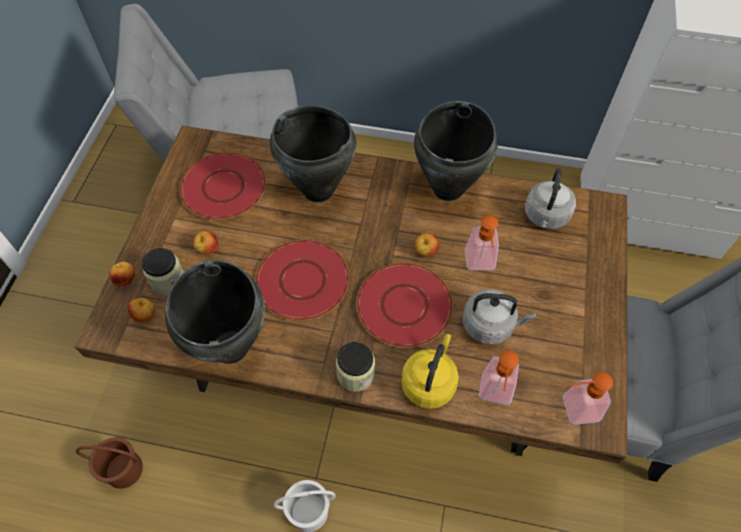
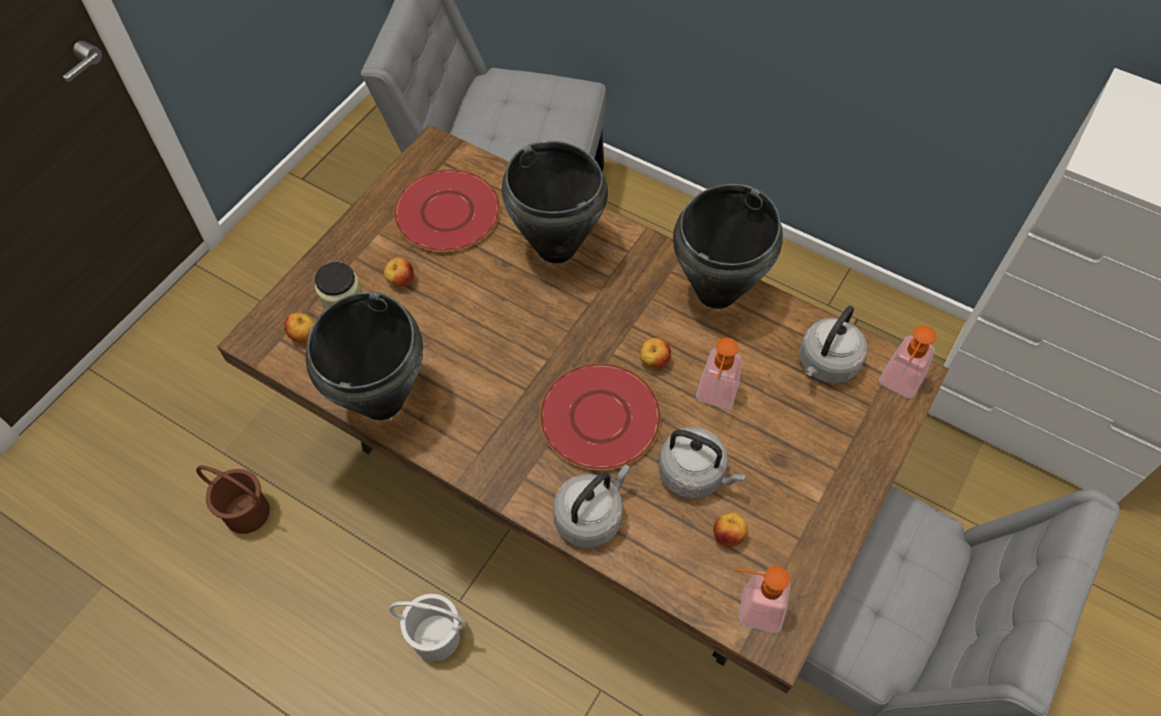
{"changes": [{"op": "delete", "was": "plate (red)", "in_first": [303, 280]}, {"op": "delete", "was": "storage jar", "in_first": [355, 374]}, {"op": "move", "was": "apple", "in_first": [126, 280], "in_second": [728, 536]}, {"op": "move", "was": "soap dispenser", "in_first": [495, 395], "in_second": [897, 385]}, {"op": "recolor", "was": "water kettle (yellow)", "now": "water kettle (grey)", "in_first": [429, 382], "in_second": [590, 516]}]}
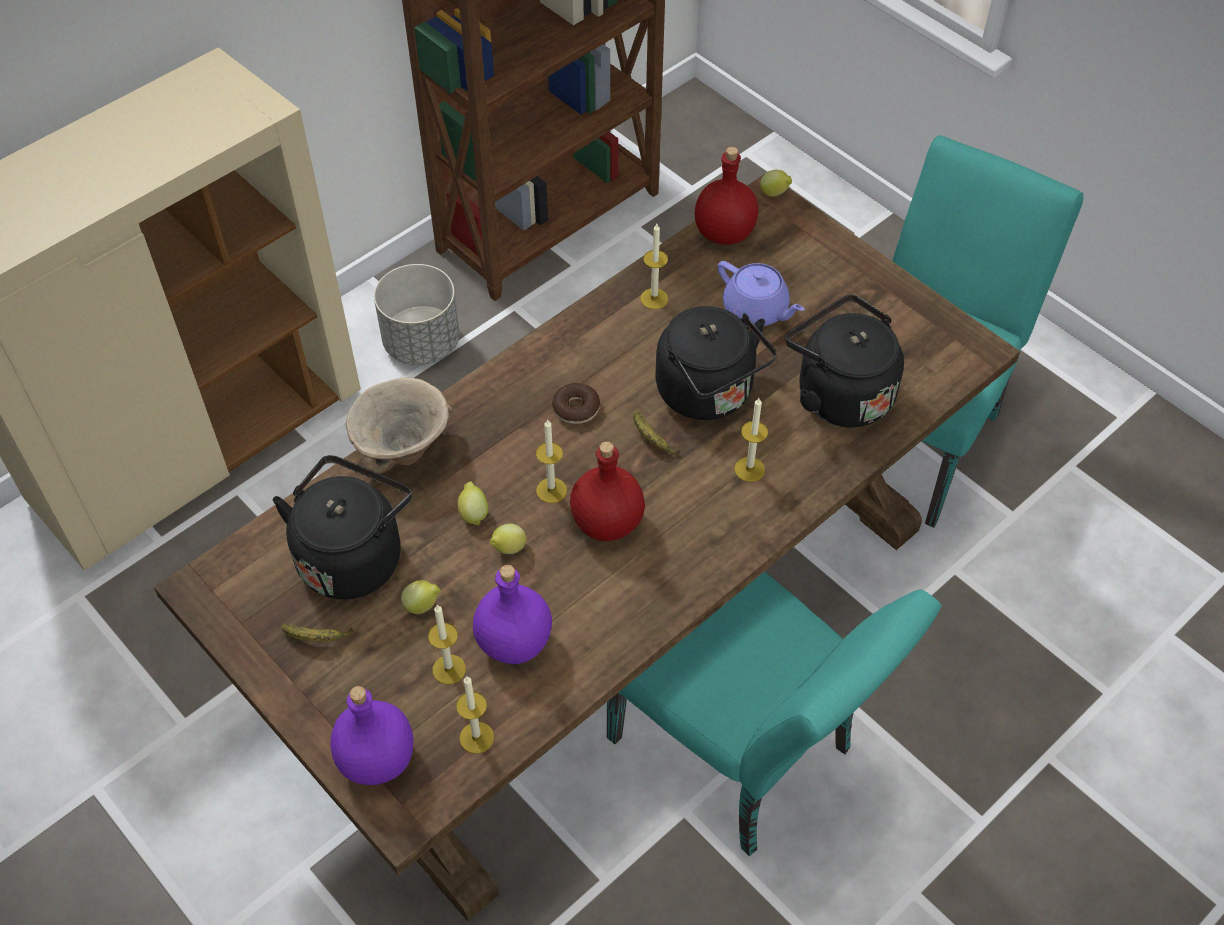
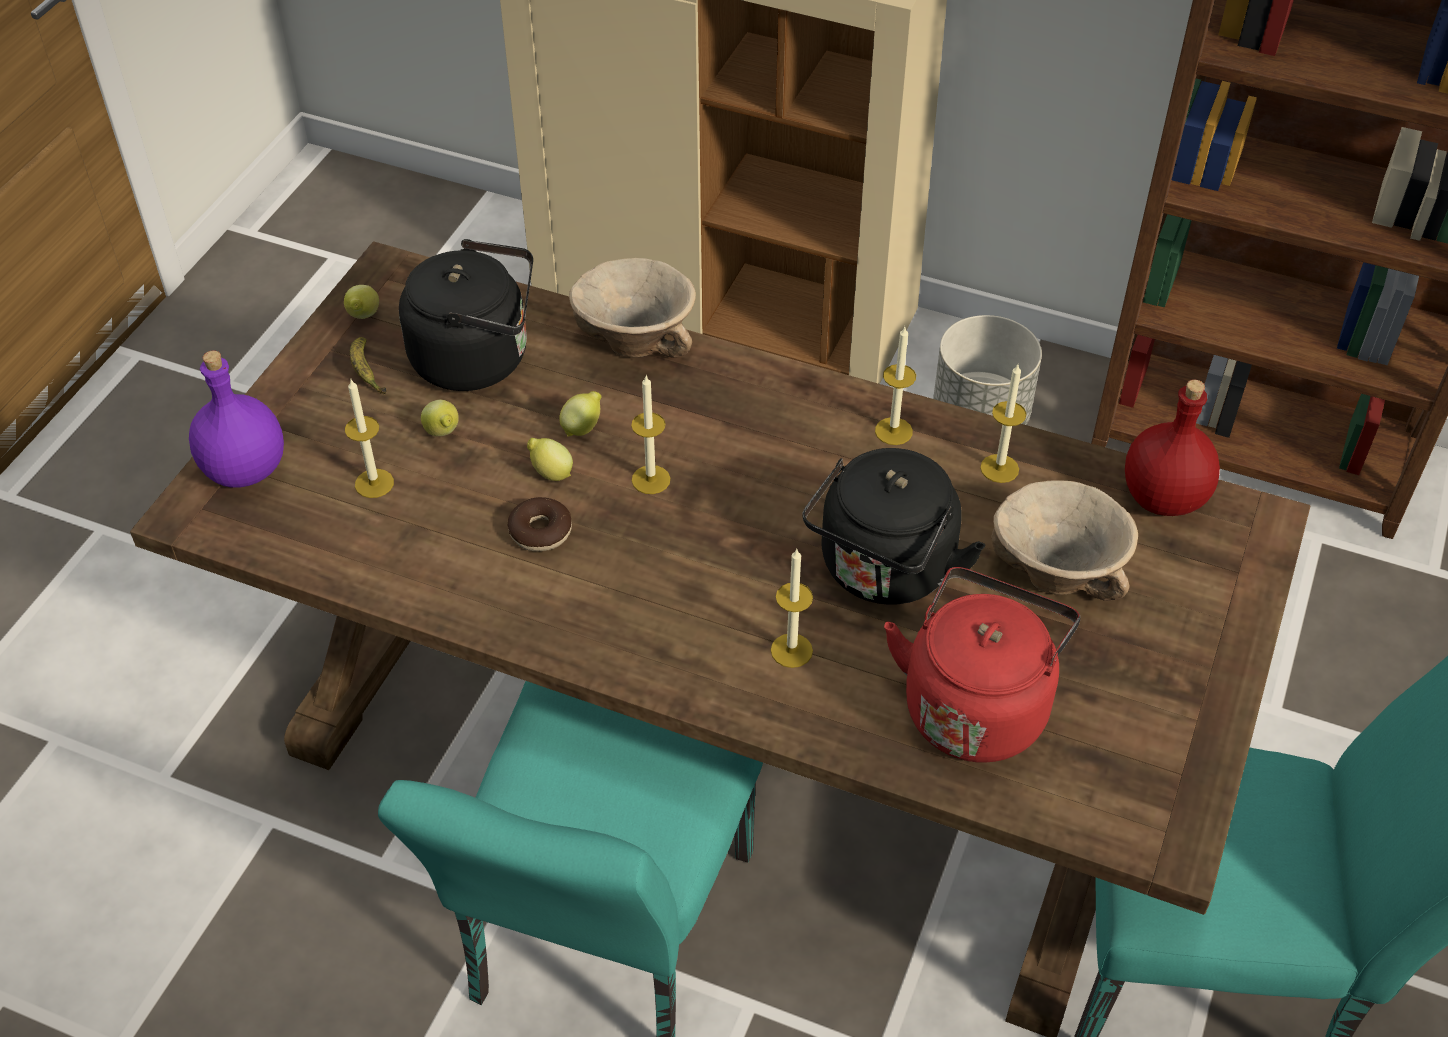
{"changes": [{"op": "delete", "was": "bottle (purple-coloured)", "in_first": [515, 642]}, {"op": "delete", "was": "bottle (red)", "in_first": [606, 522]}, {"op": "delete", "was": "banana fruit", "in_first": [652, 439]}, {"op": "move", "was": "candle", "in_first": [476, 737], "in_second": [893, 431]}, {"op": "move", "was": "doughnut", "in_first": [576, 408], "in_second": [540, 531]}, {"op": "move", "was": "citrus fruit", "in_first": [775, 194], "in_second": [363, 317]}, {"op": "replace", "was": "pot for tea (purple-coloured)", "now": "deep dish (beige-coloured)", "in_first": [756, 310], "in_second": [1056, 573]}, {"op": "recolor", "was": "water kettle (blackish)", "now": "water kettle (red)", "in_first": [839, 393], "in_second": [976, 705]}]}
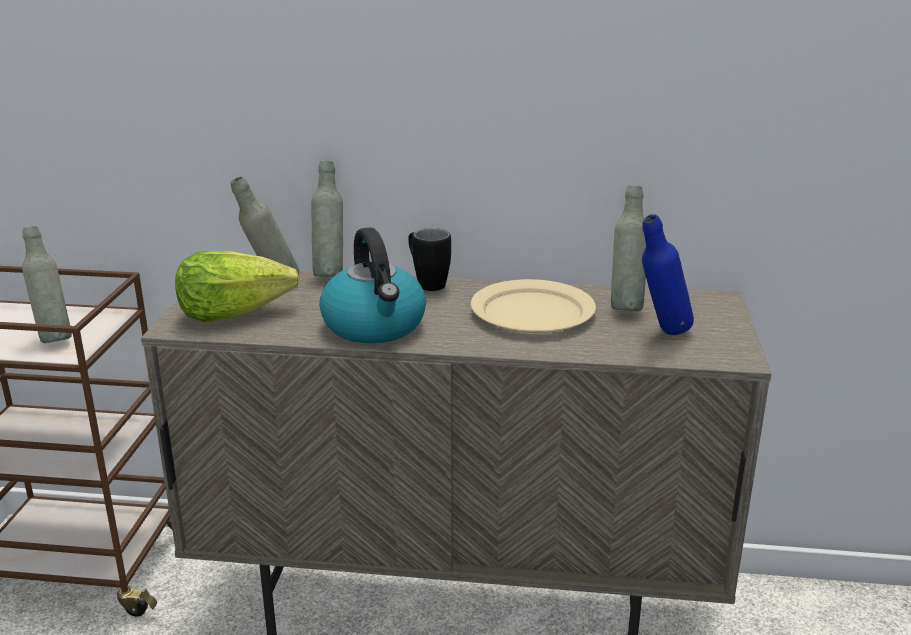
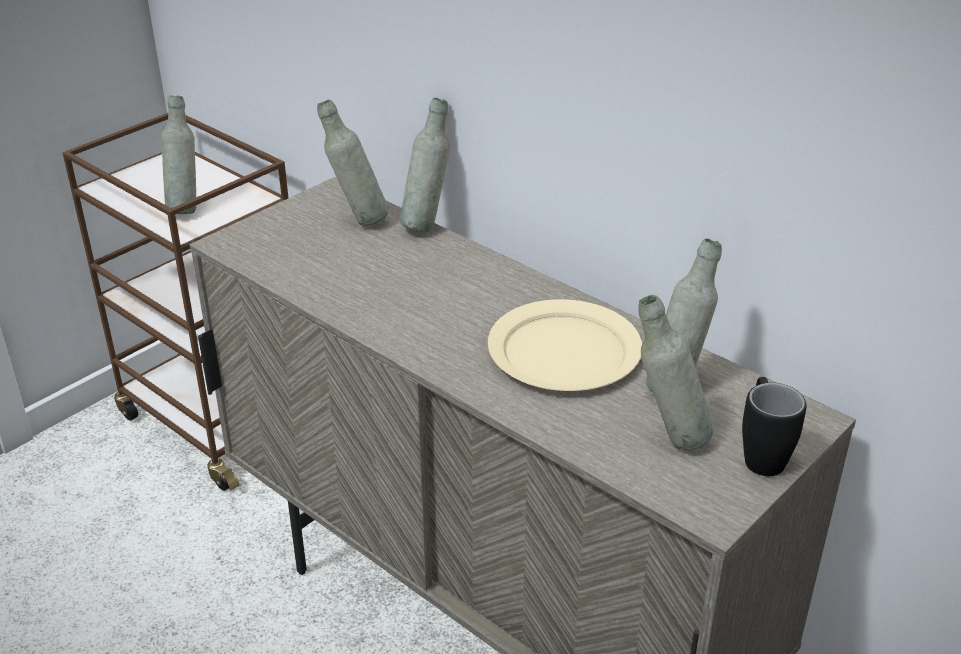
{"changes": [{"op": "delete", "was": "lettuce head", "in_first": [234, 312]}, {"op": "delete", "was": "water kettle", "in_first": [375, 326]}, {"op": "move", "was": "tea mug (blackish)", "in_first": [426, 283], "in_second": [761, 453]}, {"op": "recolor", "was": "bottle (blue)", "now": "bottle (grey)", "in_first": [661, 334], "in_second": [668, 440]}]}
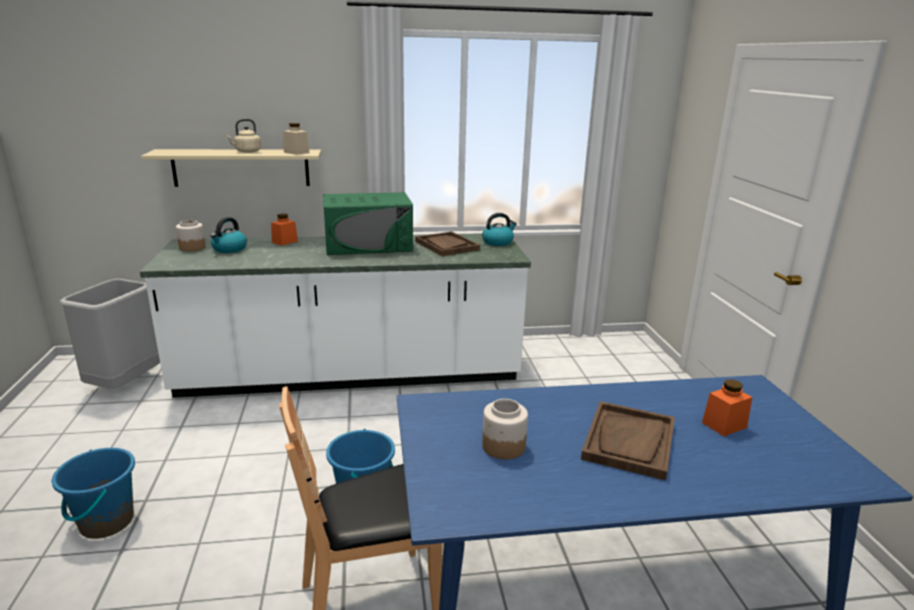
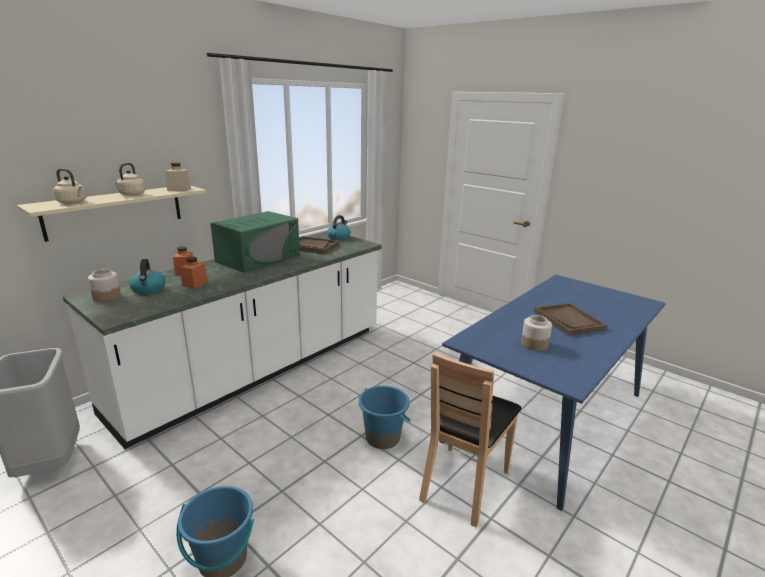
{"changes": [{"op": "insert", "now": "water kettle (beige-coloured)", "in_second": [73, 202]}, {"op": "move", "was": "storage jar (orange)", "in_first": [724, 425], "in_second": [195, 284]}]}
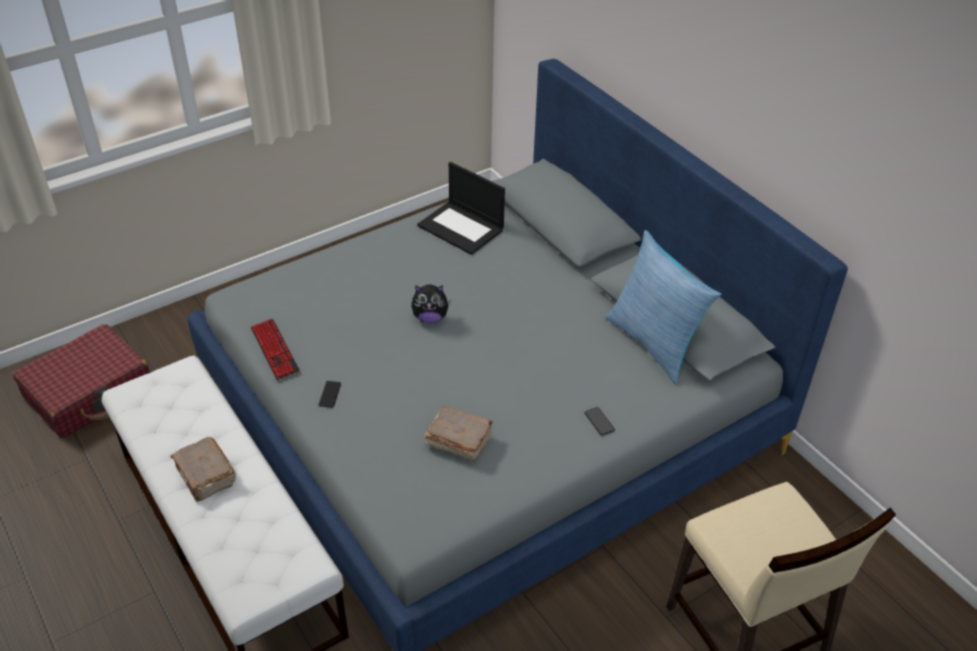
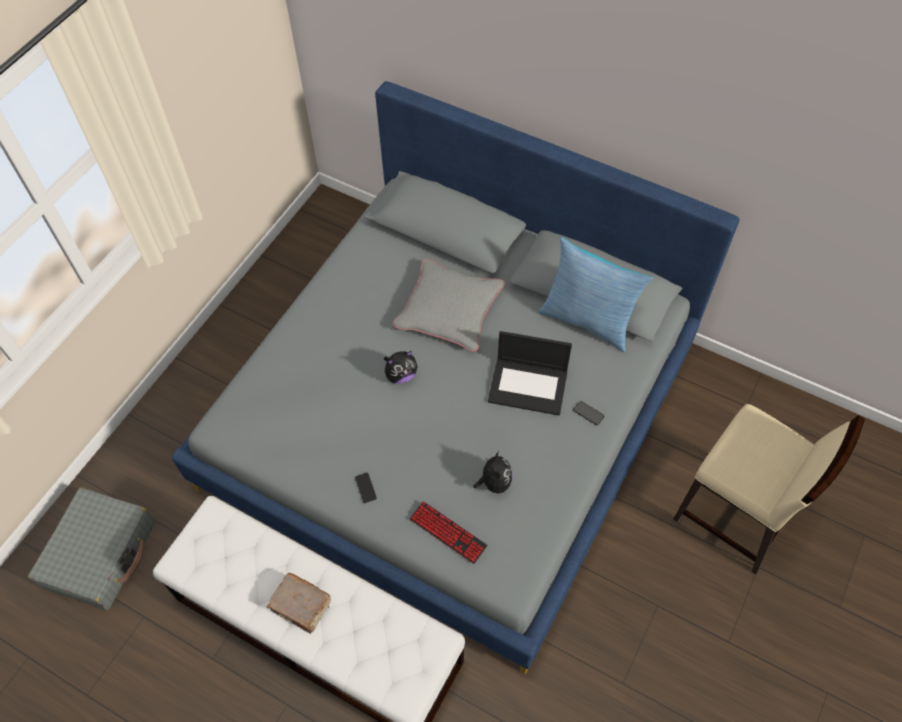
{"changes": [{"op": "insert", "now": "cushion (grey)", "in_second": [449, 310]}, {"op": "move", "was": "keyboard", "in_first": [275, 350], "in_second": [448, 532]}, {"op": "move", "was": "laptop", "in_first": [462, 228], "in_second": [529, 386]}, {"op": "replace", "was": "bound book (brown)", "now": "cuddly toy", "in_first": [457, 440], "in_second": [494, 482]}, {"op": "recolor", "was": "suitcase (red)", "now": "suitcase (grey)", "in_first": [90, 392], "in_second": [100, 554]}]}
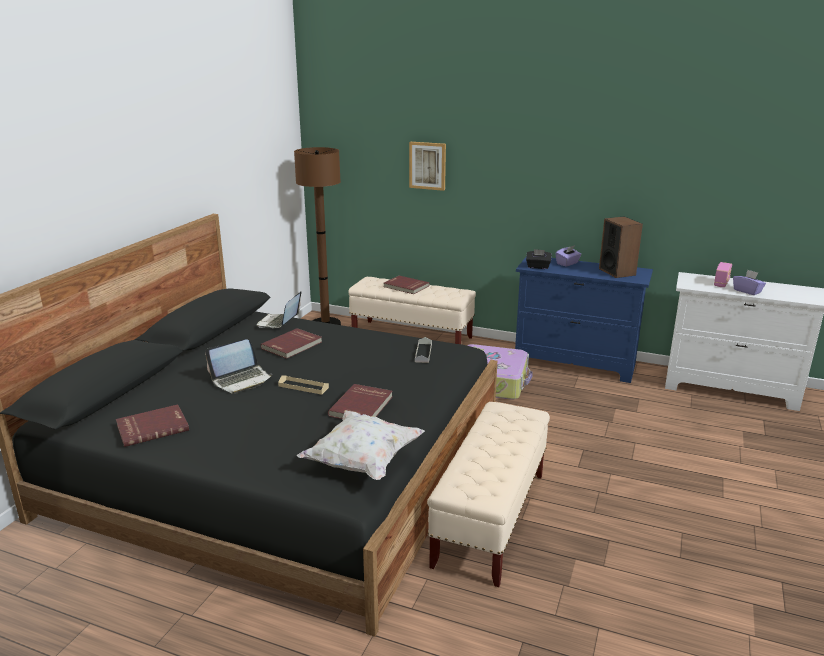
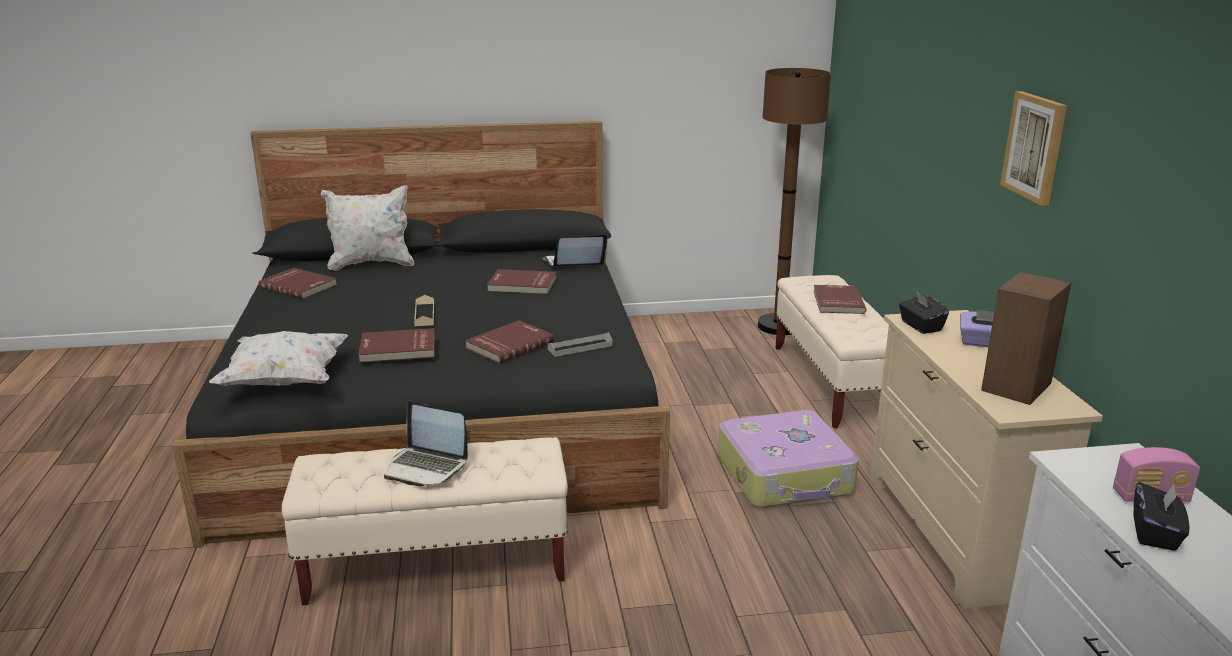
{"changes": [{"op": "insert", "now": "cushion (white)", "in_second": [371, 264]}, {"op": "insert", "now": "bound book (red)", "in_second": [508, 344]}, {"op": "move", "was": "laptop", "in_first": [241, 380], "in_second": [426, 467]}, {"op": "move", "was": "wall art", "in_first": [427, 165], "in_second": [1035, 147]}, {"op": "recolor", "was": "dresser (blue)", "now": "dresser (beige-coloured)", "in_first": [575, 364], "in_second": [952, 533]}, {"op": "recolor", "was": "tissue box (purple-coloured)", "now": "tissue box (blackish)", "in_first": [747, 291], "in_second": [1155, 533]}]}
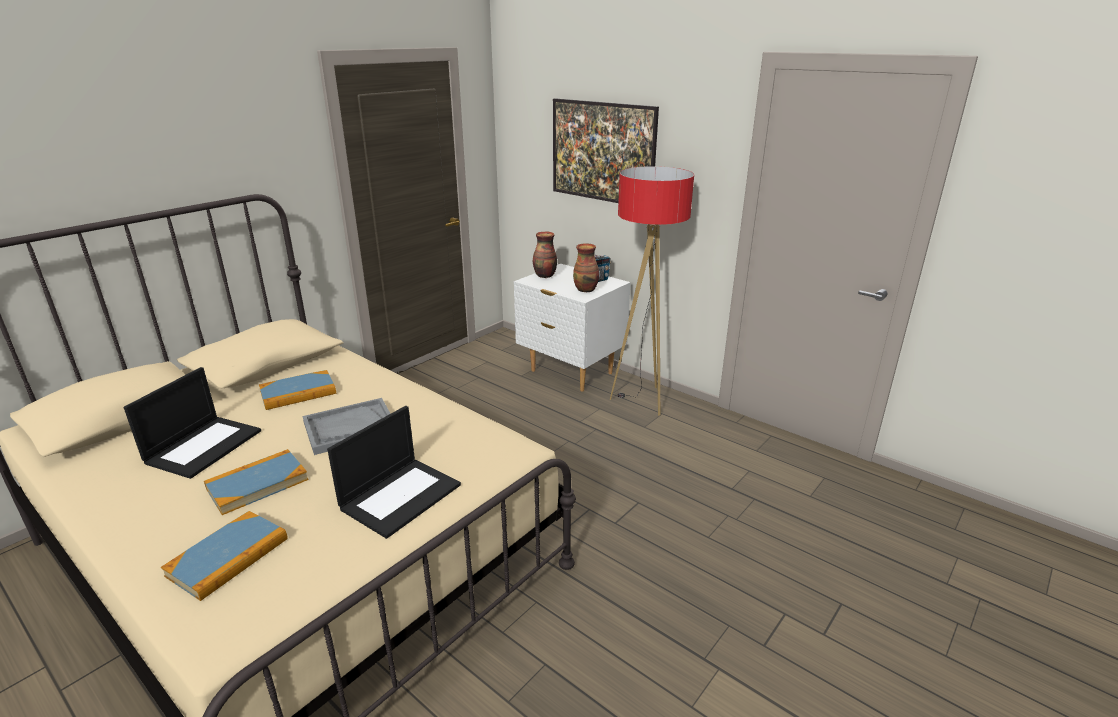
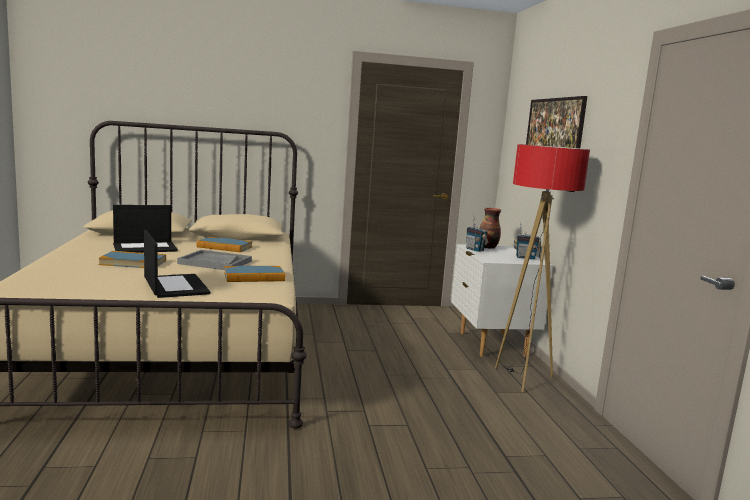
{"changes": [{"op": "delete", "was": "vase", "in_first": [586, 289]}, {"op": "insert", "now": "radio set", "in_second": [475, 250]}, {"op": "move", "was": "bound book", "in_first": [228, 557], "in_second": [254, 277]}, {"op": "rotate", "was": "laptop", "in_first": [401, 495], "in_second": [175, 286], "clockwise": -105}]}
